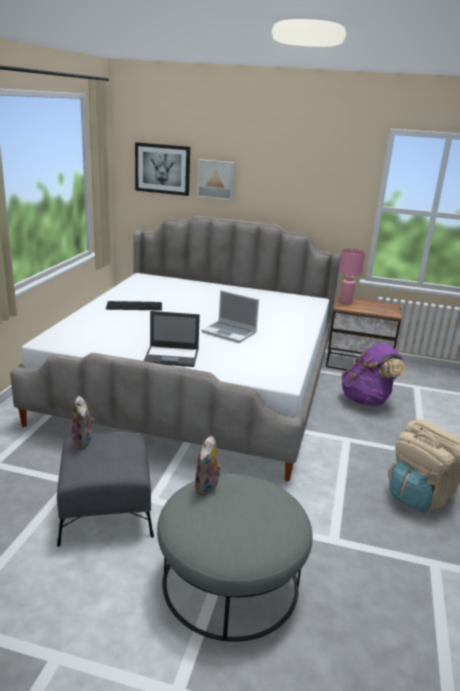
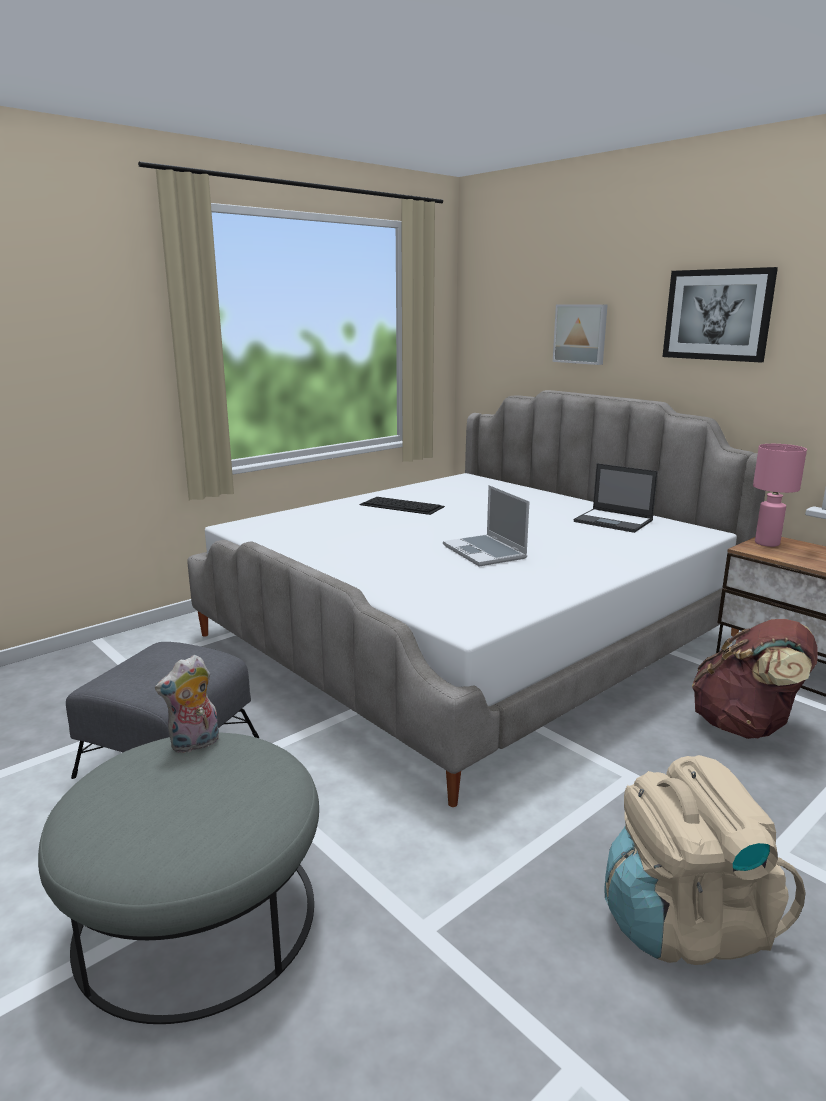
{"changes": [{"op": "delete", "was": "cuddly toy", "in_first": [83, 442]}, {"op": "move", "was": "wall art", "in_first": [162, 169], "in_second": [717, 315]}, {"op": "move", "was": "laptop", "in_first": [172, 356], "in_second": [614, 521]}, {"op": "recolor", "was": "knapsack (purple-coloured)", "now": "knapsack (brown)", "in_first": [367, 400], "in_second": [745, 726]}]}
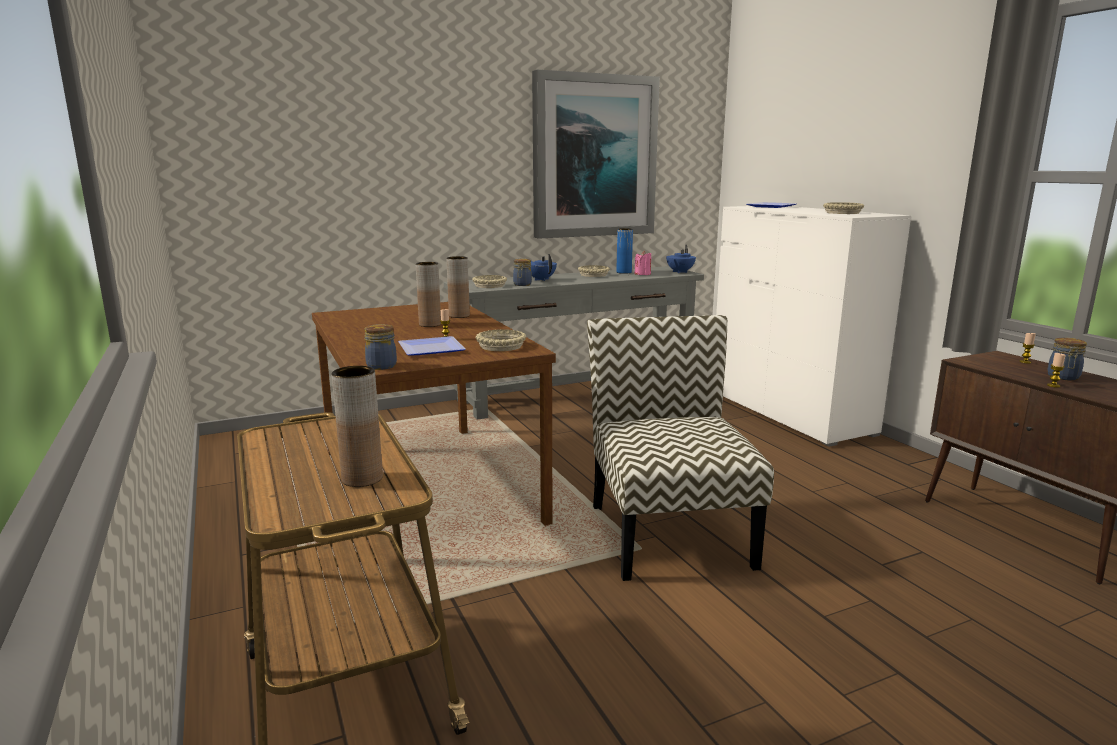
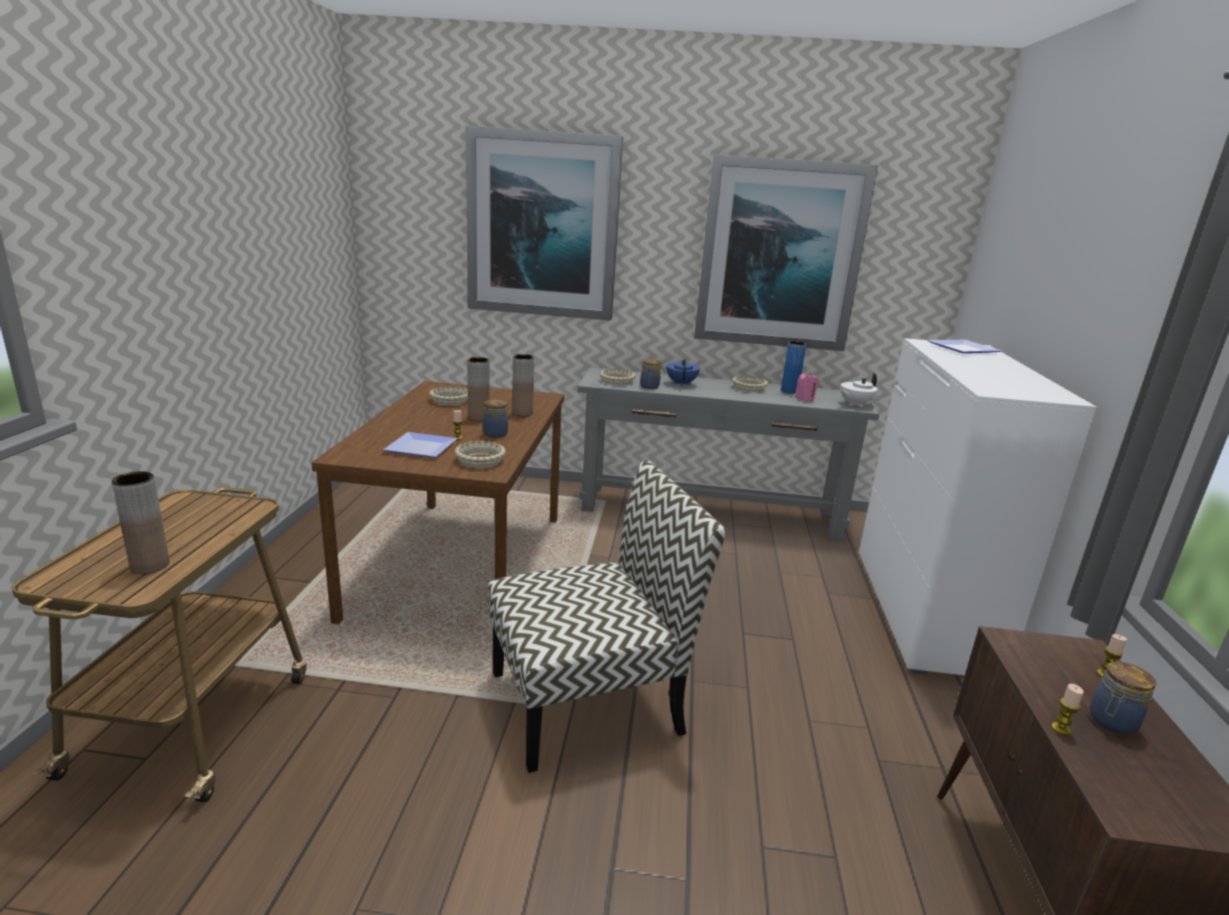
{"changes": [{"op": "insert", "now": "wall art", "in_second": [543, 225]}, {"op": "move", "was": "storage jar", "in_first": [381, 366], "in_second": [495, 433]}, {"op": "move", "was": "deep dish (beige-coloured)", "in_first": [842, 213], "in_second": [449, 400]}, {"op": "recolor", "was": "pot for tea (blue)", "now": "pot for tea (white)", "in_first": [679, 272], "in_second": [855, 404]}, {"op": "rotate", "was": "upright chair", "in_first": [668, 534], "in_second": [589, 701], "clockwise": 45}]}
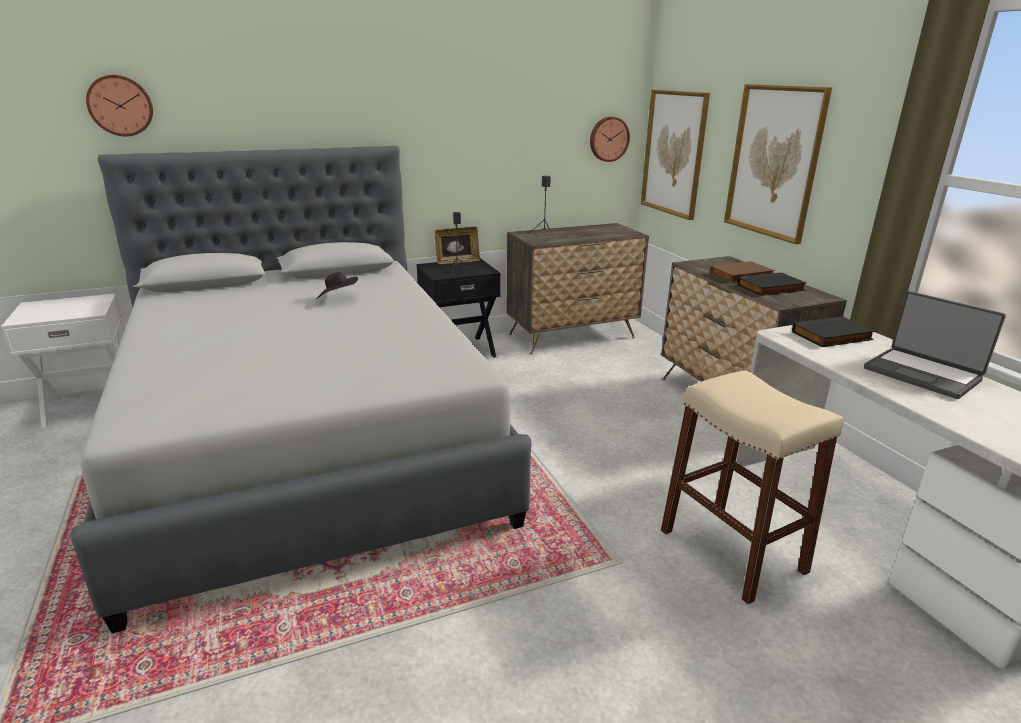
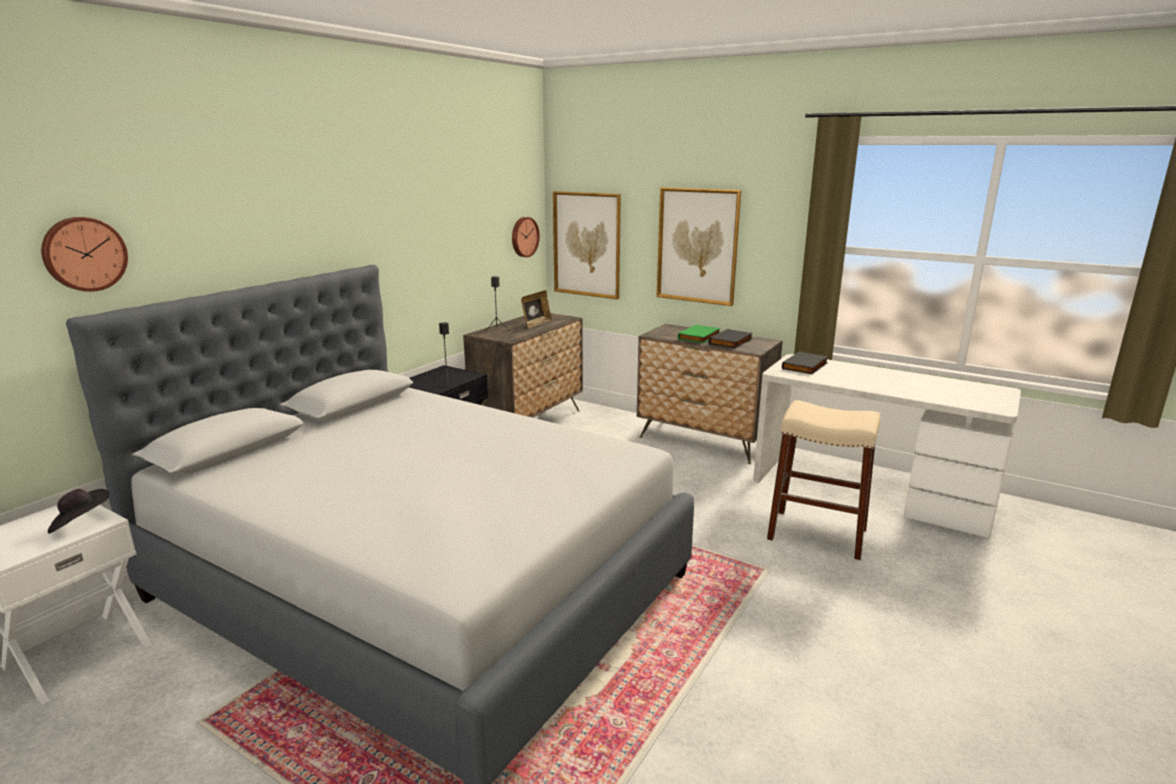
{"changes": [{"op": "delete", "was": "laptop", "in_first": [922, 374]}, {"op": "move", "was": "hat (blackish)", "in_first": [338, 298], "in_second": [81, 523]}, {"op": "move", "was": "photo frame", "in_first": [457, 261], "in_second": [536, 324]}, {"op": "recolor", "was": "bound book (brown)", "now": "bound book (green-coloured)", "in_first": [741, 276], "in_second": [700, 337]}]}
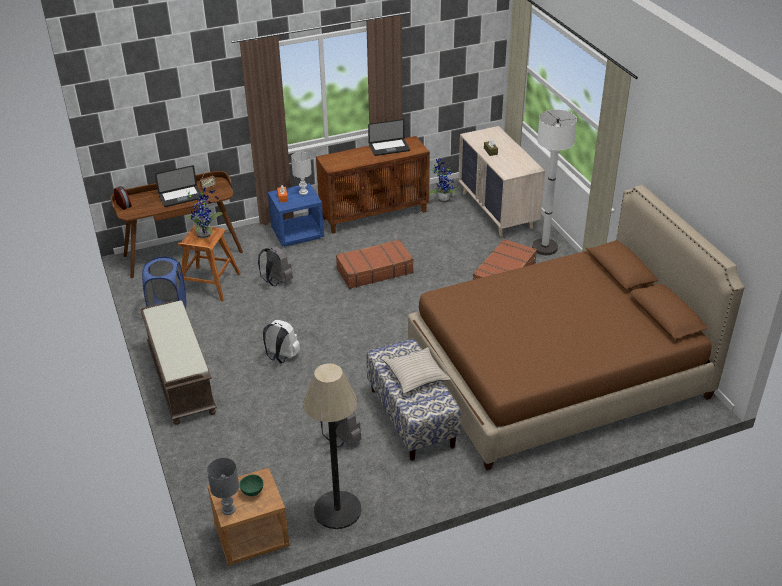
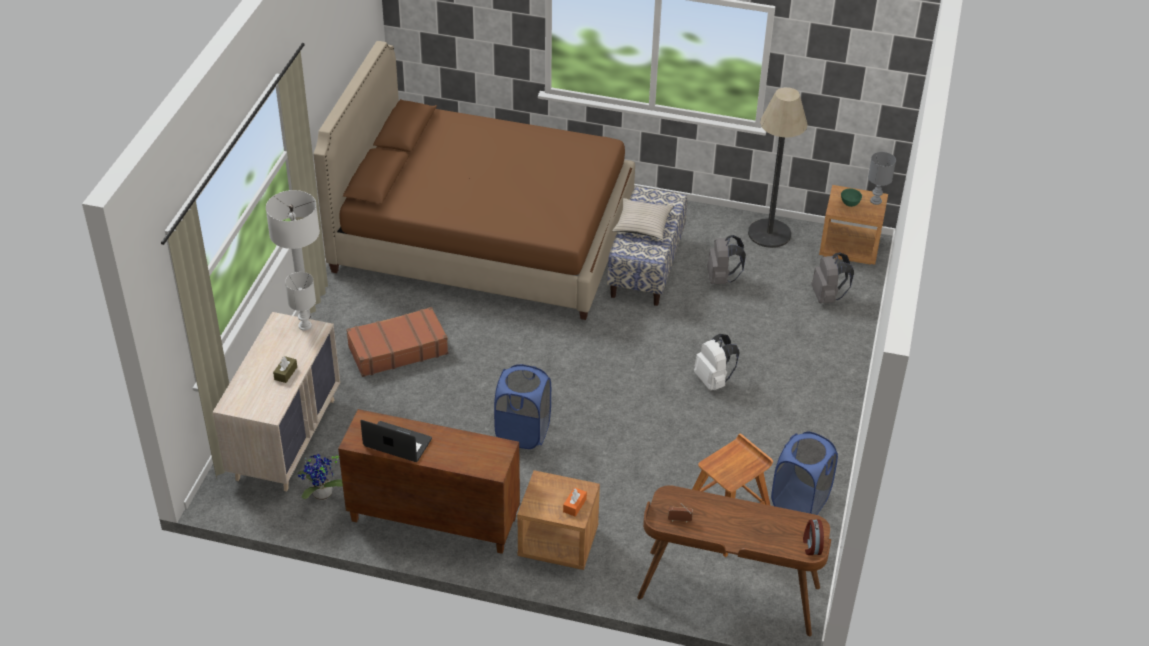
{"changes": [{"op": "delete", "was": "bench (brown)", "in_first": [180, 379]}, {"op": "delete", "was": "laptop", "in_first": [181, 197]}, {"op": "delete", "was": "potted plant", "in_first": [205, 234]}, {"op": "move", "was": "knapsack (grey)", "in_first": [277, 281], "in_second": [827, 296]}, {"op": "move", "was": "lamp for a table (white)", "in_first": [303, 192], "in_second": [305, 326]}, {"op": "replace", "was": "suitcase (brown)", "now": "hamper (blue)", "in_first": [374, 271], "in_second": [523, 432]}, {"op": "recolor", "was": "night table (blue)", "now": "night table (brown)", "in_first": [297, 233], "in_second": [557, 543]}]}
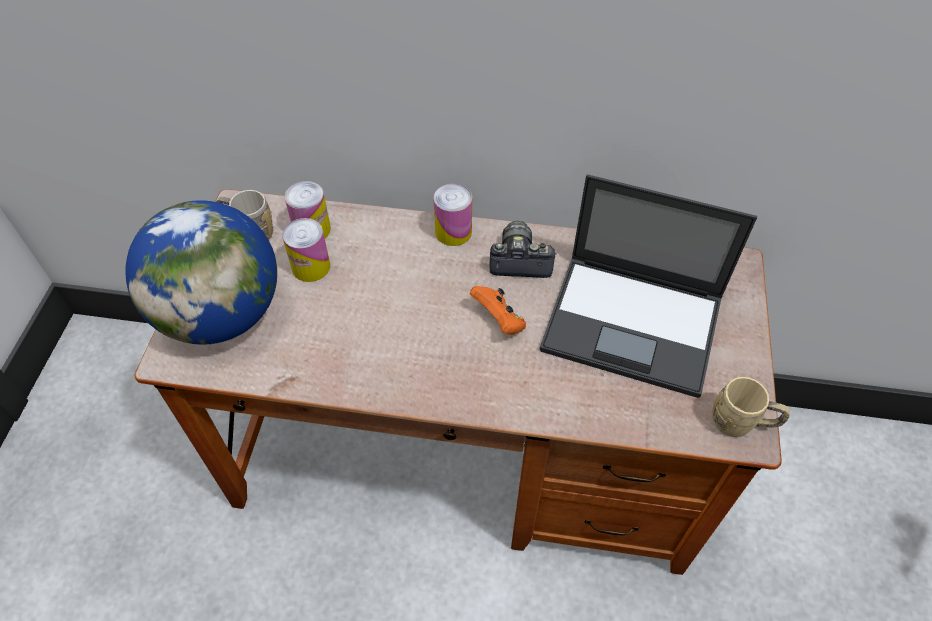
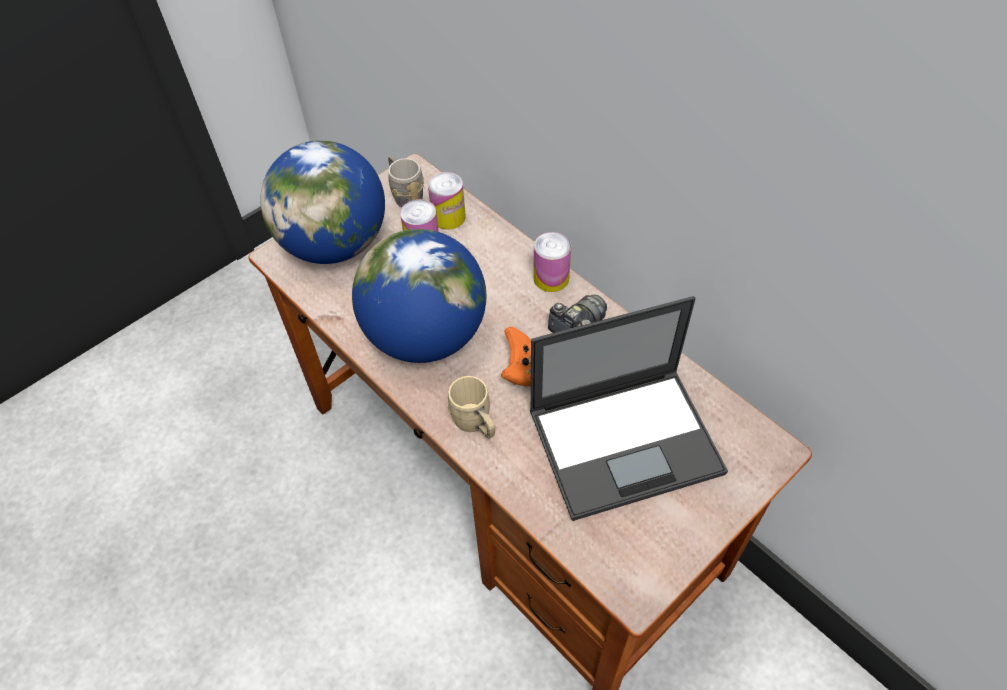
{"changes": [{"op": "insert", "now": "desk globe", "in_second": [426, 335]}, {"op": "move", "was": "tea mug (beige-coloured)", "in_first": [741, 423], "in_second": [475, 424]}, {"op": "rotate", "was": "laptop", "in_first": [634, 324], "in_second": [627, 440], "clockwise": -75}]}
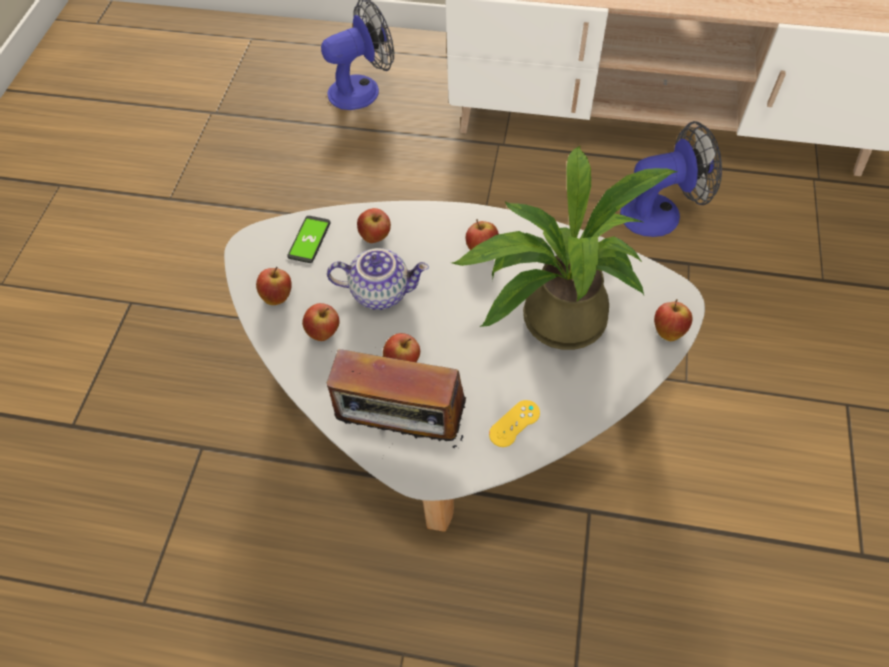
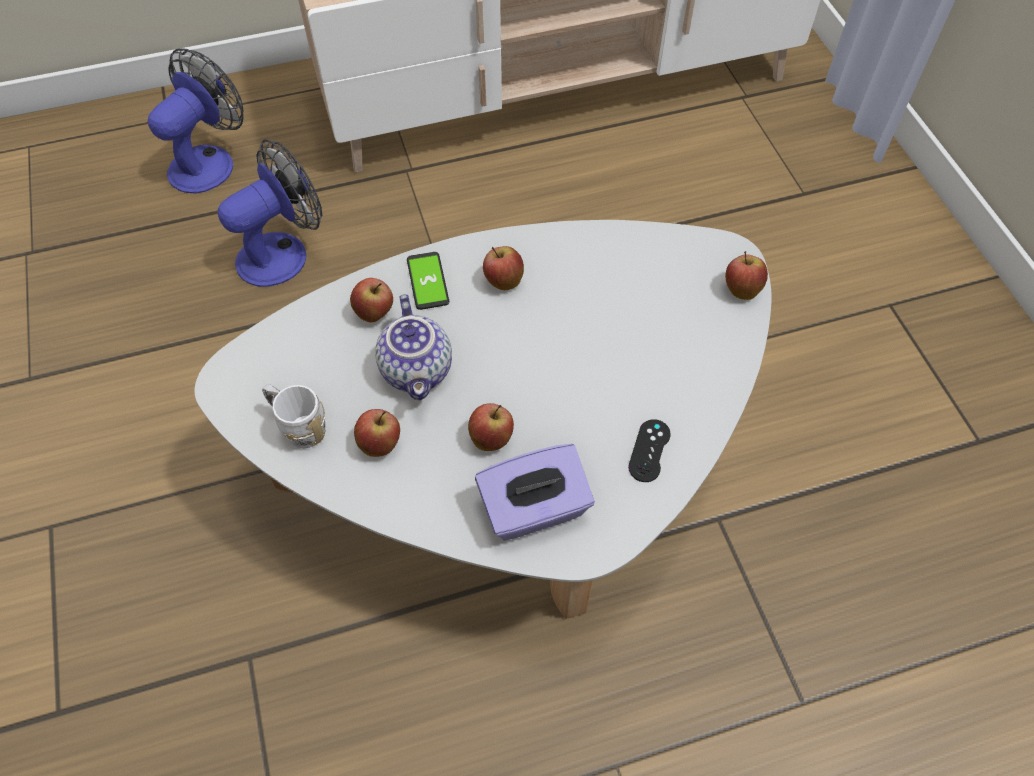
{"changes": [{"op": "delete", "was": "potted plant", "in_first": [552, 318]}, {"op": "move", "was": "handset", "in_first": [309, 240], "in_second": [427, 281]}, {"op": "move", "was": "electric fan", "in_first": [660, 212], "in_second": [283, 252]}, {"op": "replace", "was": "apple", "now": "tea mug (white)", "in_first": [278, 296], "in_second": [298, 426]}, {"op": "replace", "was": "radio set", "now": "tissue box (purple-coloured)", "in_first": [402, 427], "in_second": [534, 509]}, {"op": "recolor", "was": "gamepad (yellow)", "now": "gamepad (blackish)", "in_first": [514, 423], "in_second": [649, 450]}, {"op": "rotate", "was": "pot for tea", "in_first": [381, 291], "in_second": [418, 370], "clockwise": 105}]}
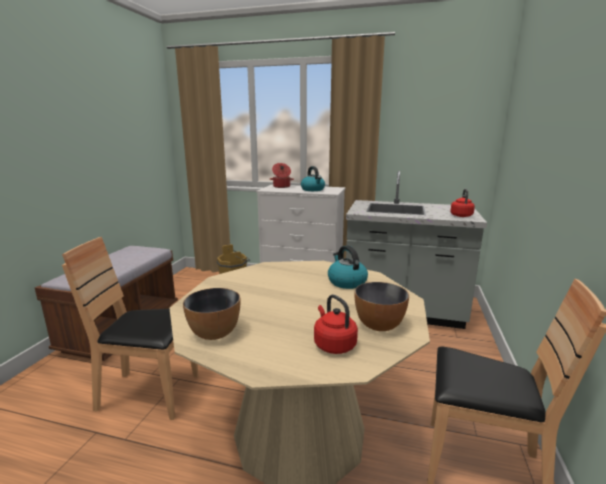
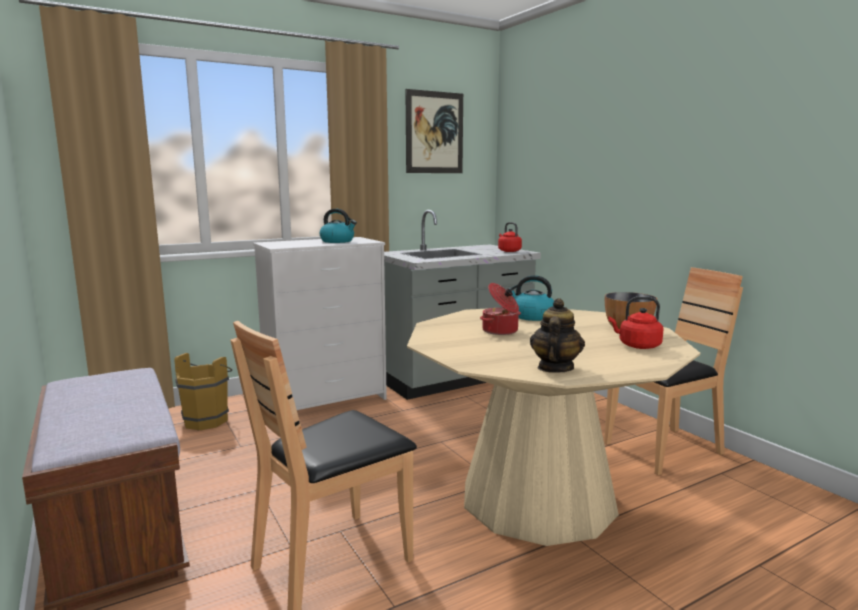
{"changes": [{"op": "insert", "now": "wall art", "in_second": [434, 132]}, {"op": "move", "was": "saucepot", "in_first": [281, 187], "in_second": [500, 331]}, {"op": "replace", "was": "deep dish", "now": "pot for tea", "in_first": [214, 333], "in_second": [555, 368]}]}
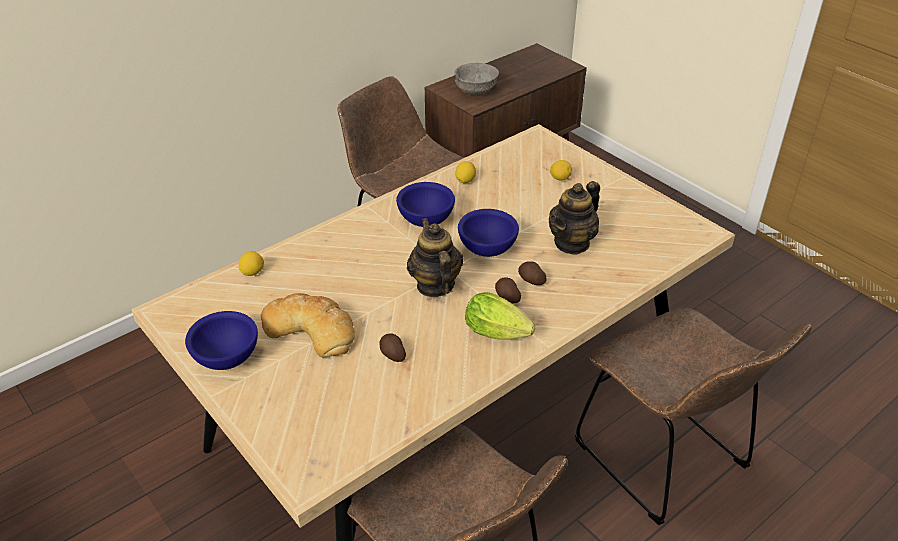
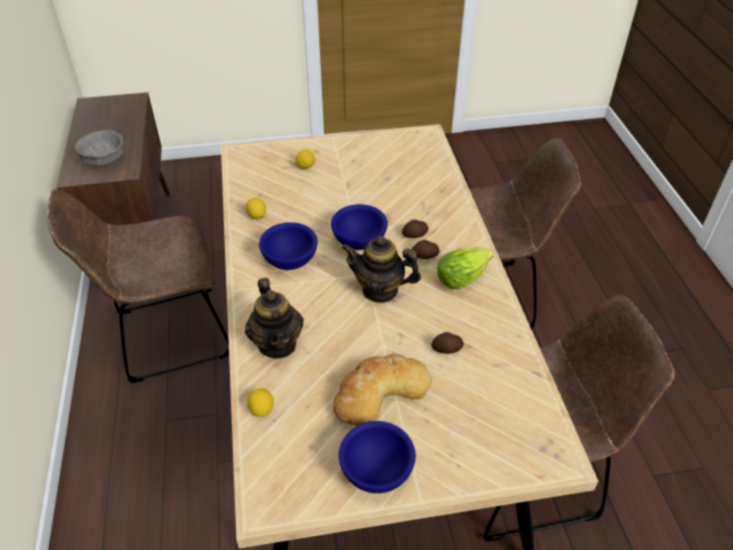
{"changes": [{"op": "move", "was": "pot for tea", "in_first": [572, 243], "in_second": [277, 344]}]}
